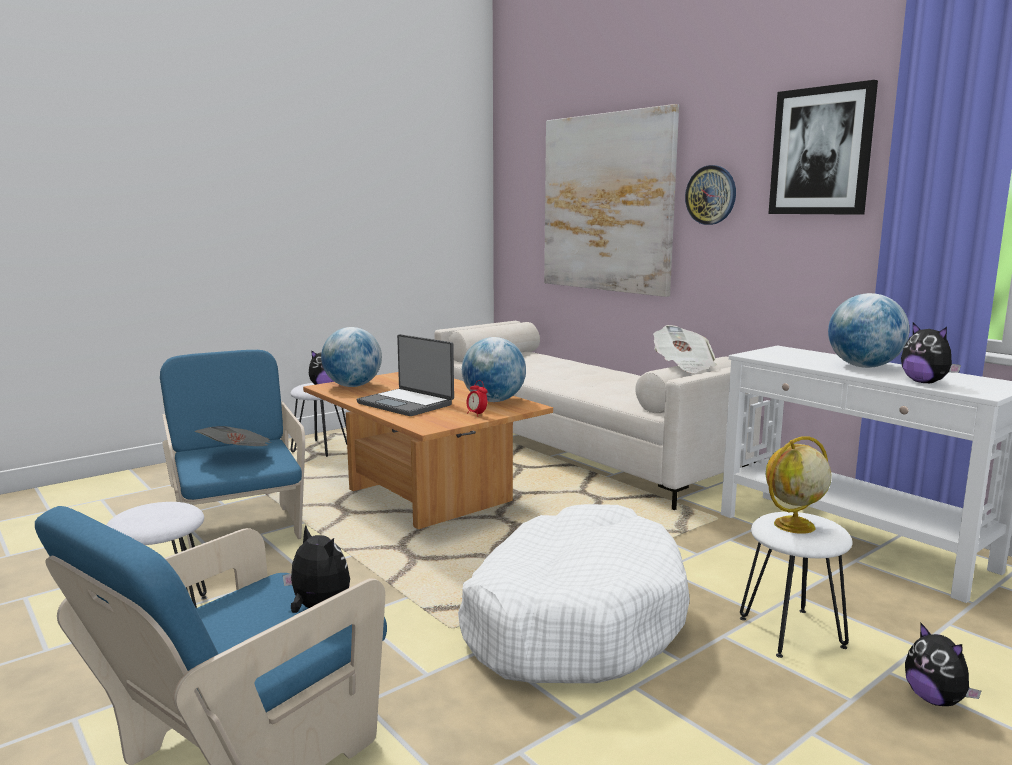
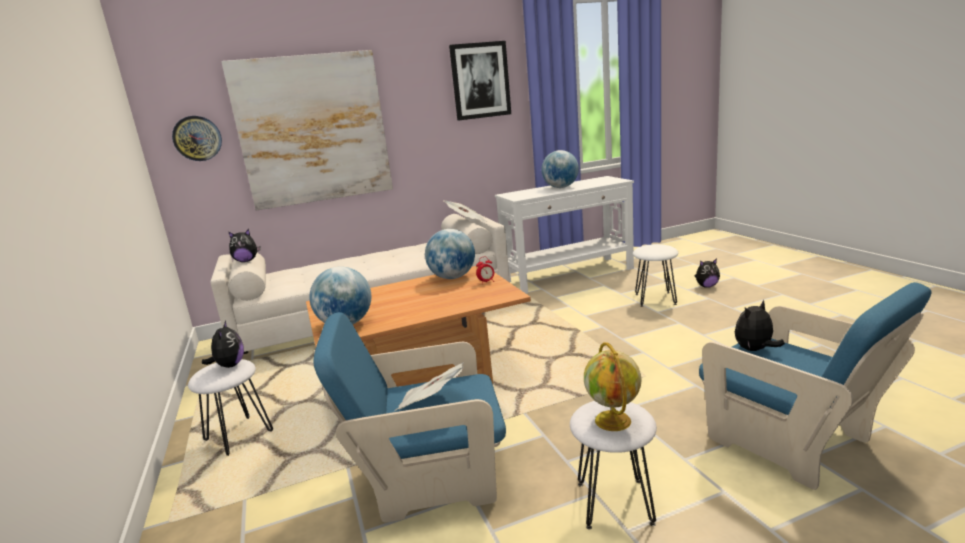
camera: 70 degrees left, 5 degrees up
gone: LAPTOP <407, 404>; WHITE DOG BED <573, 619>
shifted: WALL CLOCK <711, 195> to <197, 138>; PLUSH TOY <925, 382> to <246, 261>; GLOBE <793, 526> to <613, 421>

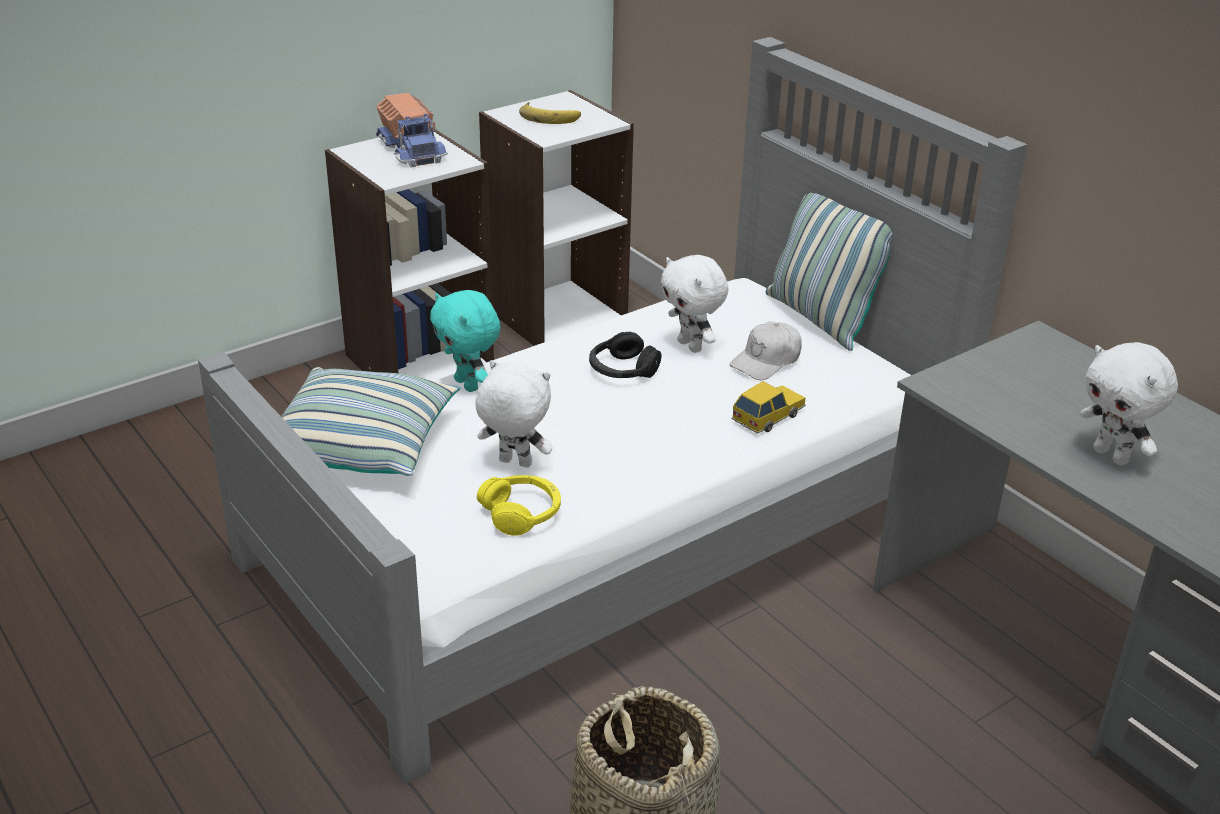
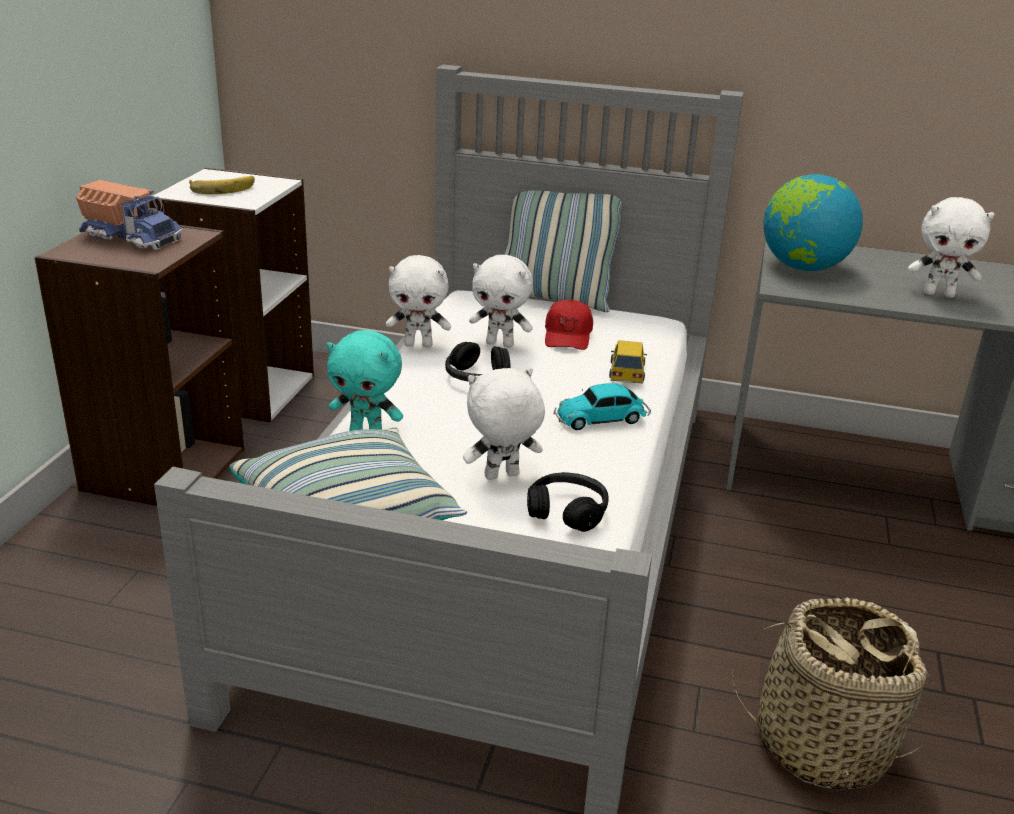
camera: 40 degrees left, 5 degrees down
new: WHITE PLUSH TOY <419, 344>; TOY CAR <603, 418>; GLOBE <803, 267>
repainted: WHITE BOOKCASE <418, 361> to BROWN BOOKCASE <162, 469>; YELLOW HEADPHONES <521, 513> to BLACK HEADPHONES <567, 511>; WHITE CAP <766, 361> to RED CAP <568, 336>

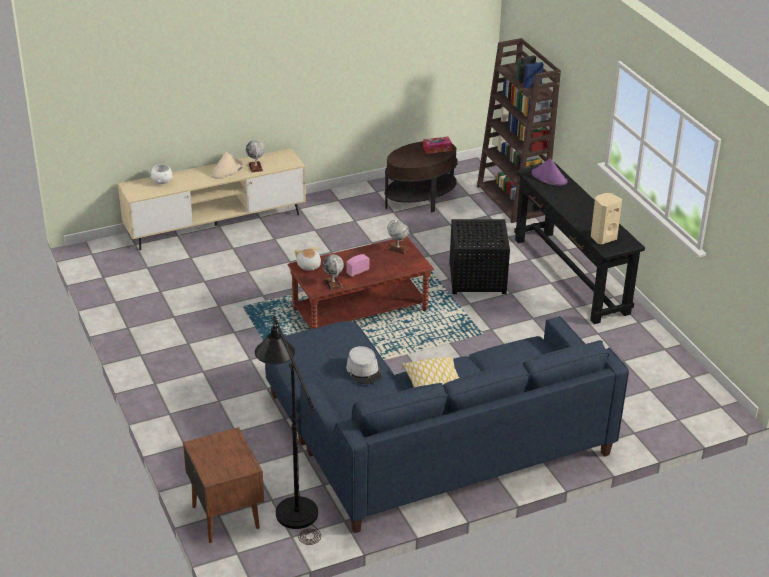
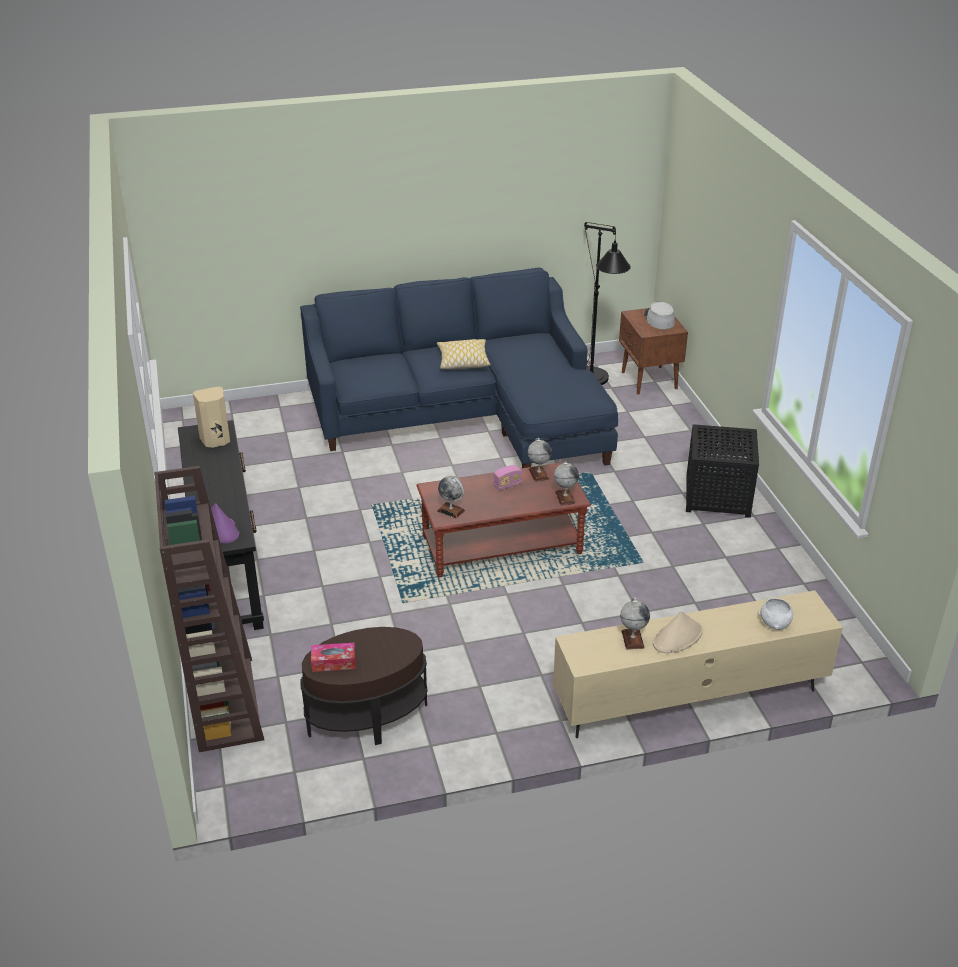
camera: 170 degrees left, 0 degrees up
shifted: GREY HAT <364, 371> to <659, 319>; BLACK SIDE TABLE <478, 278> to <716, 496>
swapped: PLUSH TOY <308, 266> to GLOBE <565, 497>

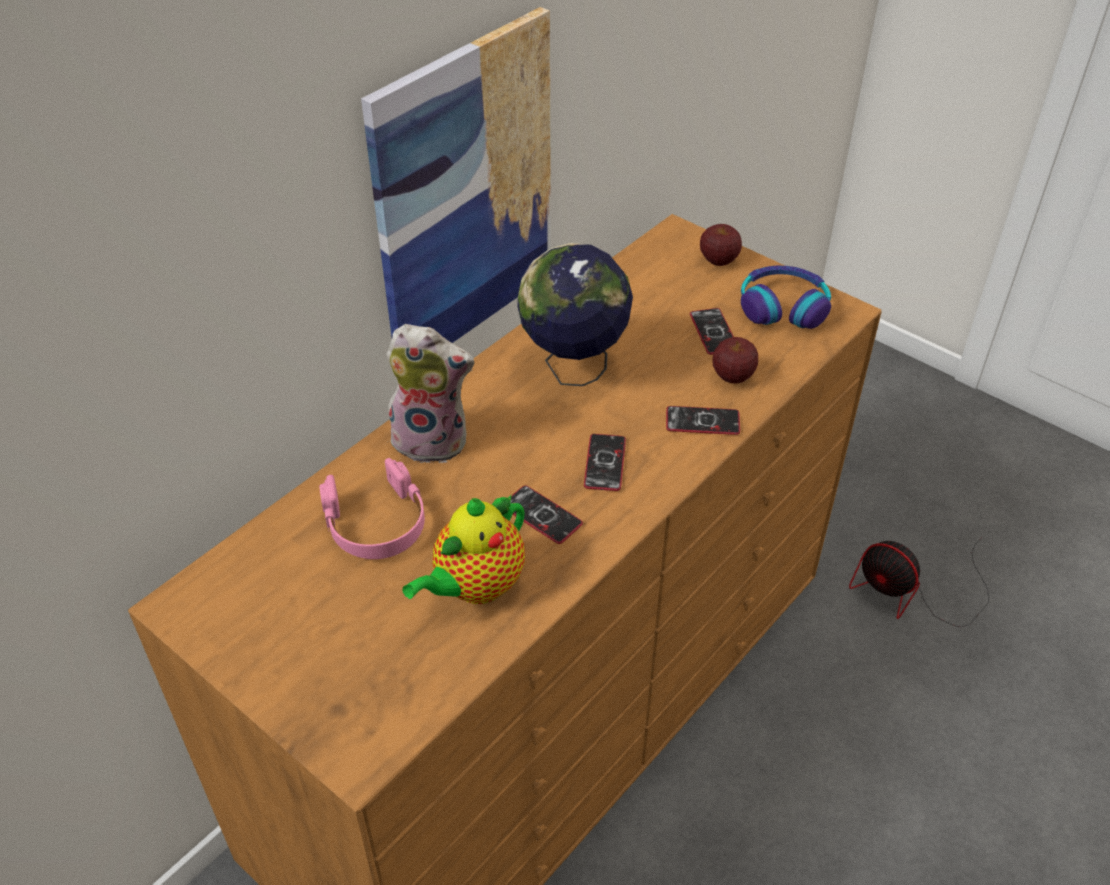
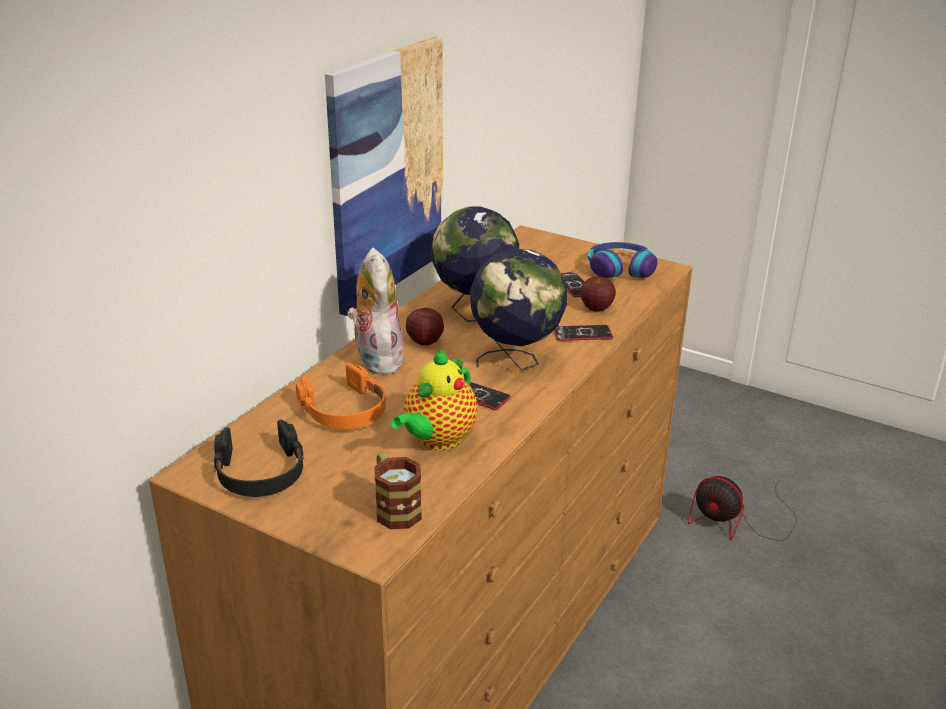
camera: 10 degrees left, 15 degrees down
new: BLACK HEADPHONES <260, 472>; MUG <394, 508>
shifted: APPLE <718, 261> to <425, 342>
swapped: PHONE <605, 463> to GLOBE <516, 362>
repainted: PINK HEADPHONES <376, 523> to ORANGE HEADPHONES <345, 410>
rotated: PLUSH TOY <433, 439> = <376, 359> 105 degrees counterclockwise

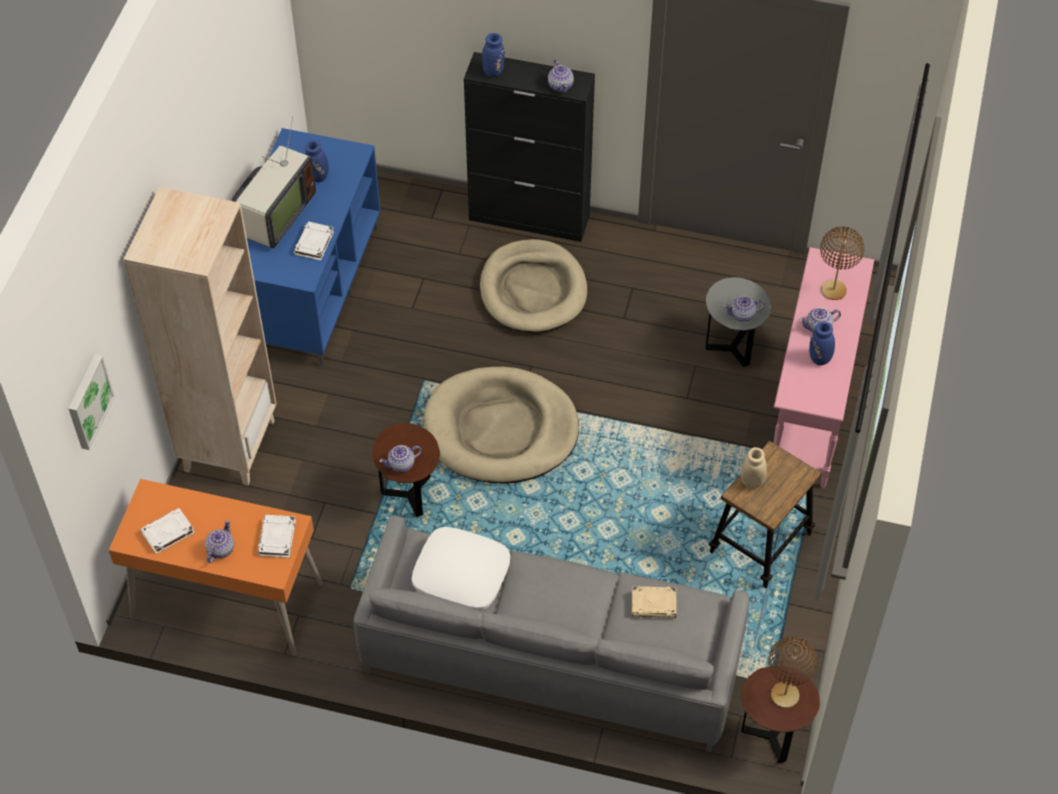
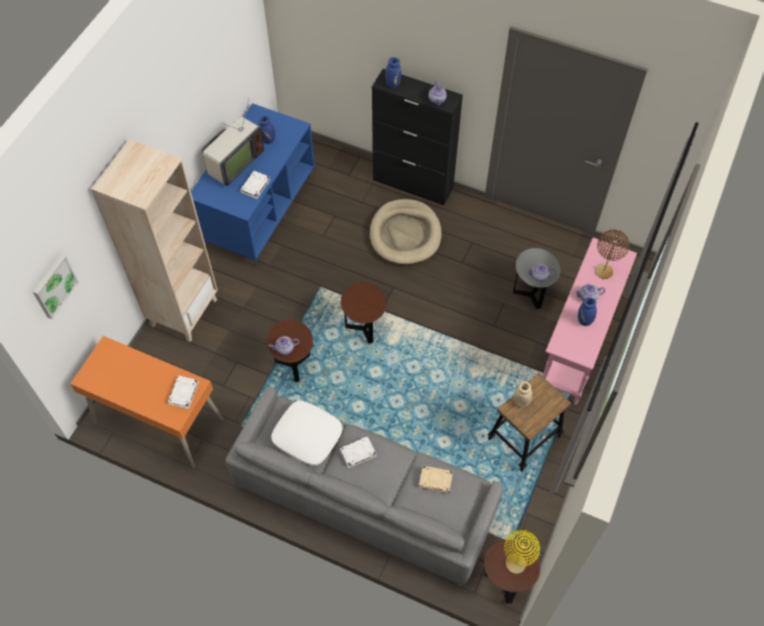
camera: 10 degrees right, 5 degrees up
gone: TEAPOT <220, 549>
shifted: WHITE BOOK <167, 533> to <357, 453>
swapped: BEIGE DOG BED <501, 429> to BROWN SIDE TABLE <364, 329>
repainted: BROWN TABLE LAMP <785, 695> to YELLOW TABLE LAMP <515, 564>

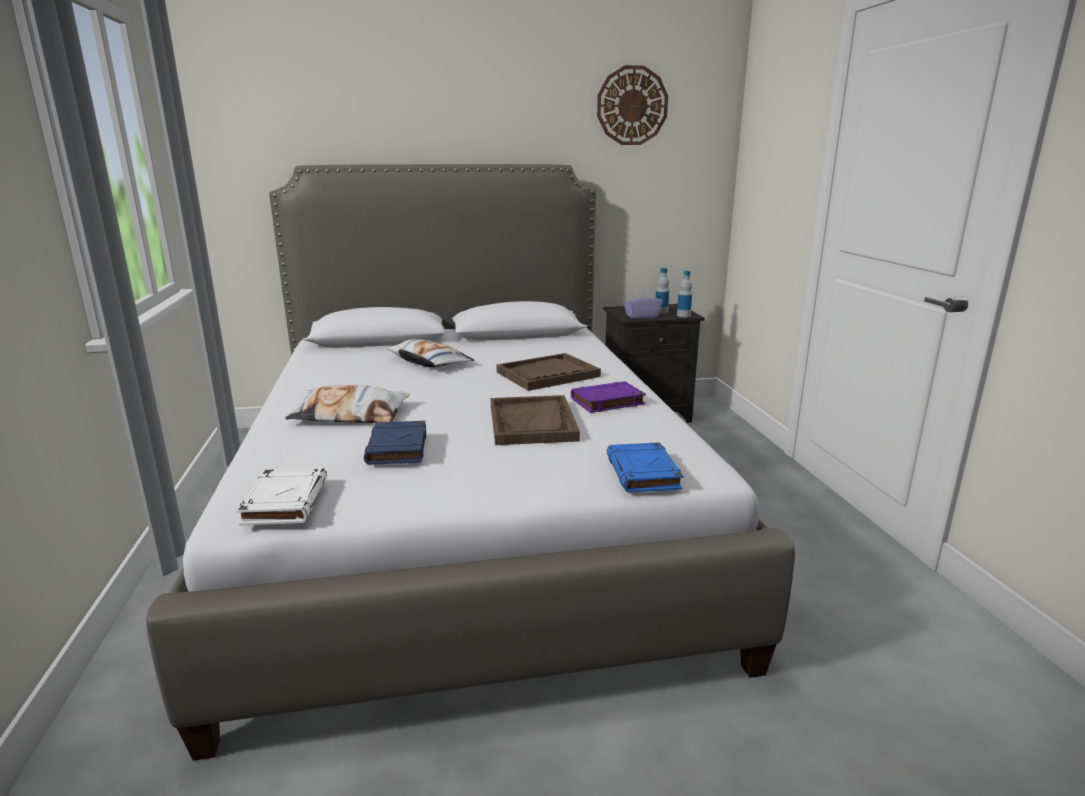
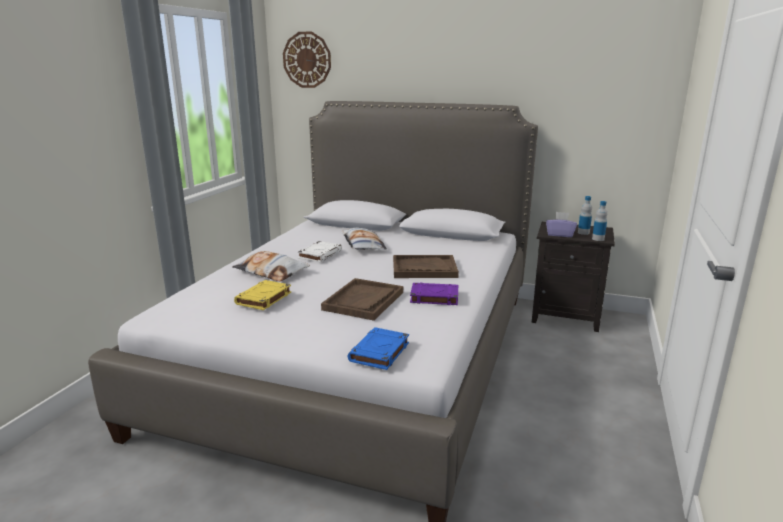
camera: 30 degrees right, 0 degrees up
shifted: WALL CLOCK <632, 106> to <307, 60>; WHITE BOOK <285, 501> to <320, 254>
repainted: BLUE BOOK <397, 448> to YELLOW BOOK <263, 298>

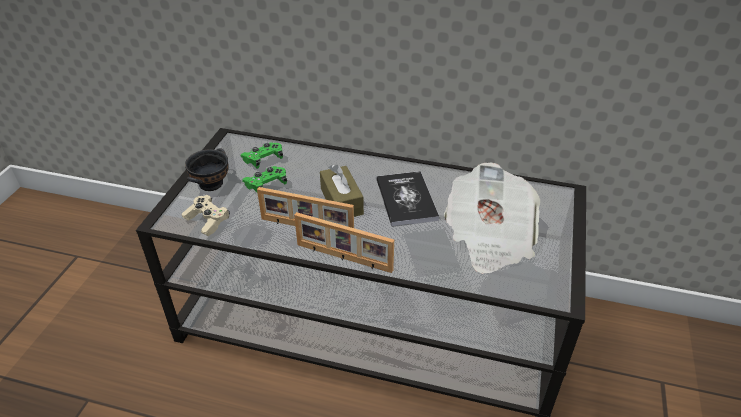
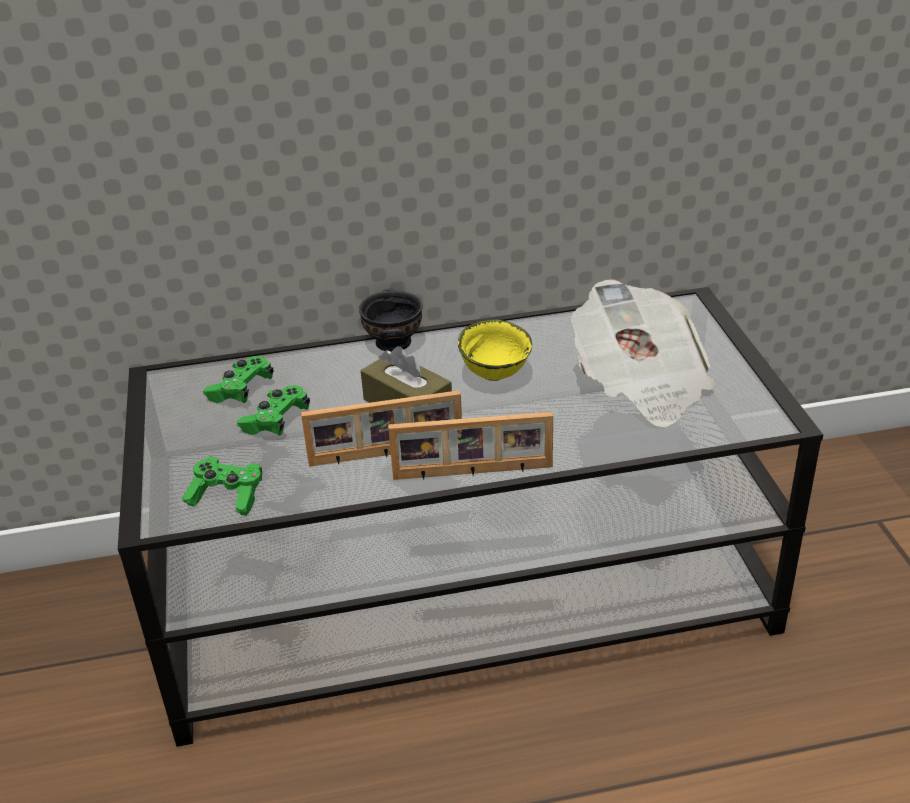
camera: 25 degrees left, 5 degrees down
shifted: BLACK BOWL <210, 184> to <392, 343>
swapped: BOOK <406, 199> to YELLOW BOWL <495, 374>
repainted: BEIGE GAME CONTROLLER <207, 221> to GREEN GAME CONTROLLER <227, 496>

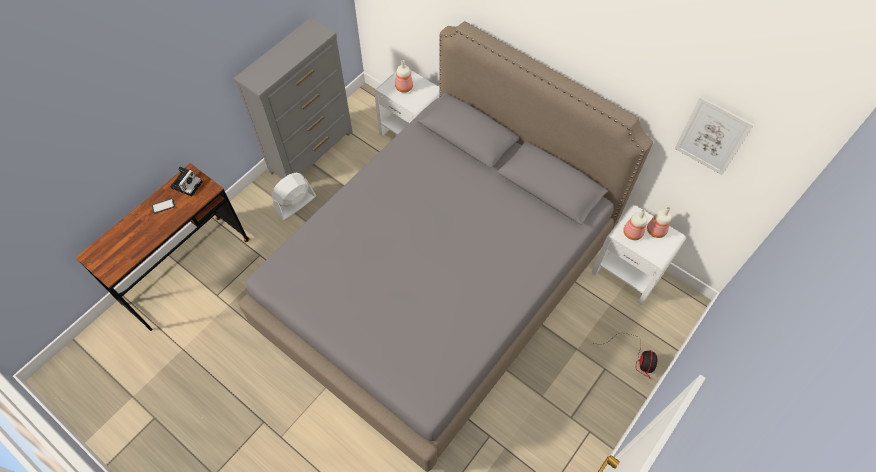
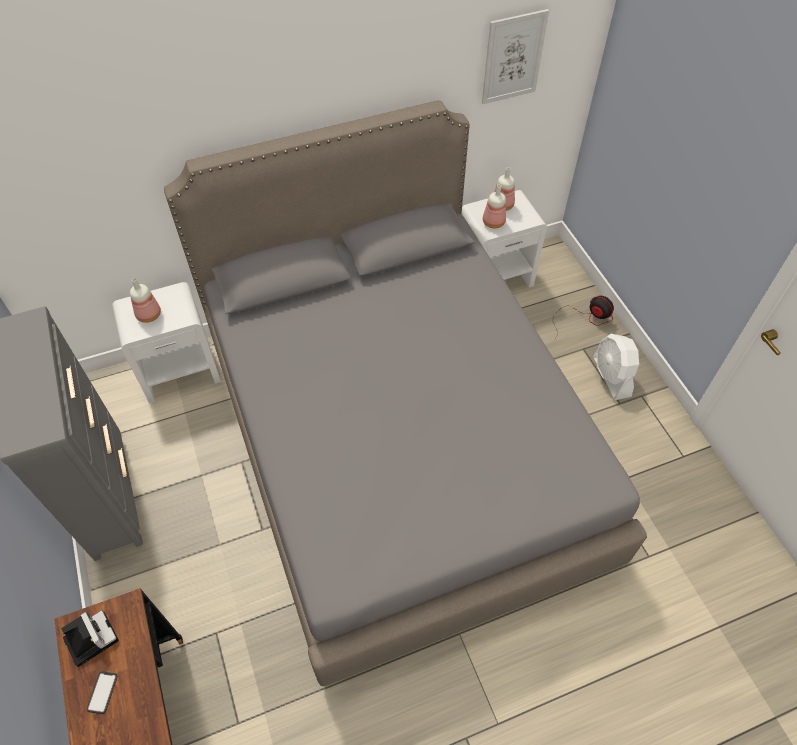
camera: 60 degrees left, 5 degrees down
shifted: WHITE FAN <295, 204> to <611, 377>

